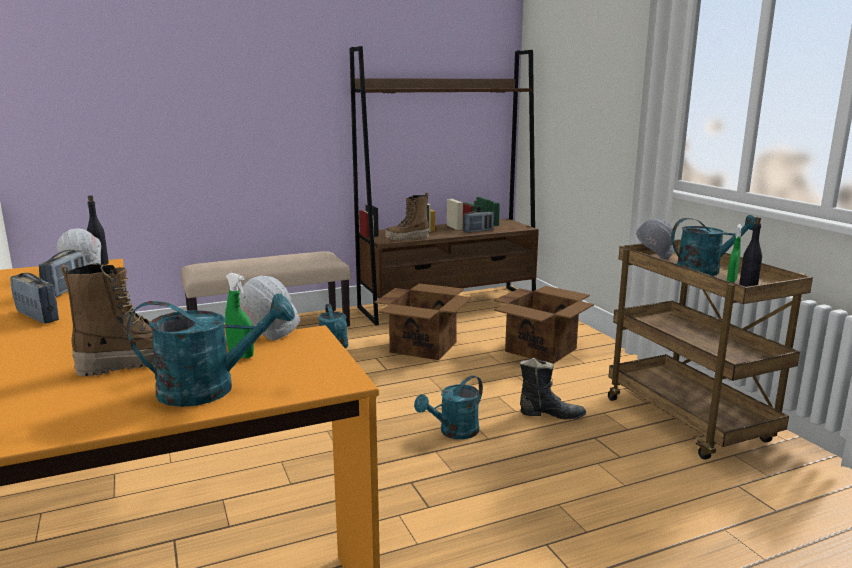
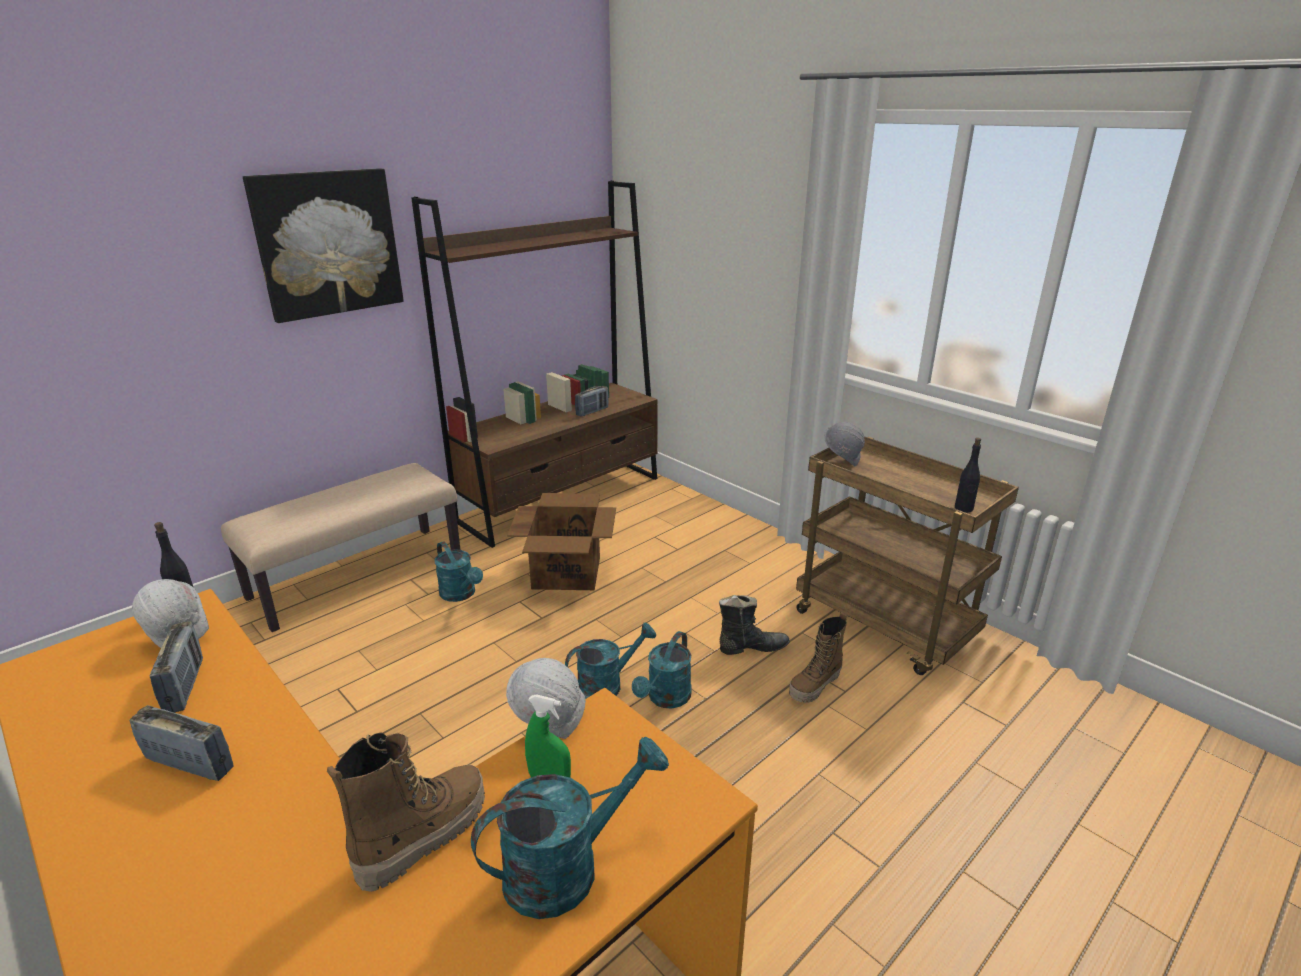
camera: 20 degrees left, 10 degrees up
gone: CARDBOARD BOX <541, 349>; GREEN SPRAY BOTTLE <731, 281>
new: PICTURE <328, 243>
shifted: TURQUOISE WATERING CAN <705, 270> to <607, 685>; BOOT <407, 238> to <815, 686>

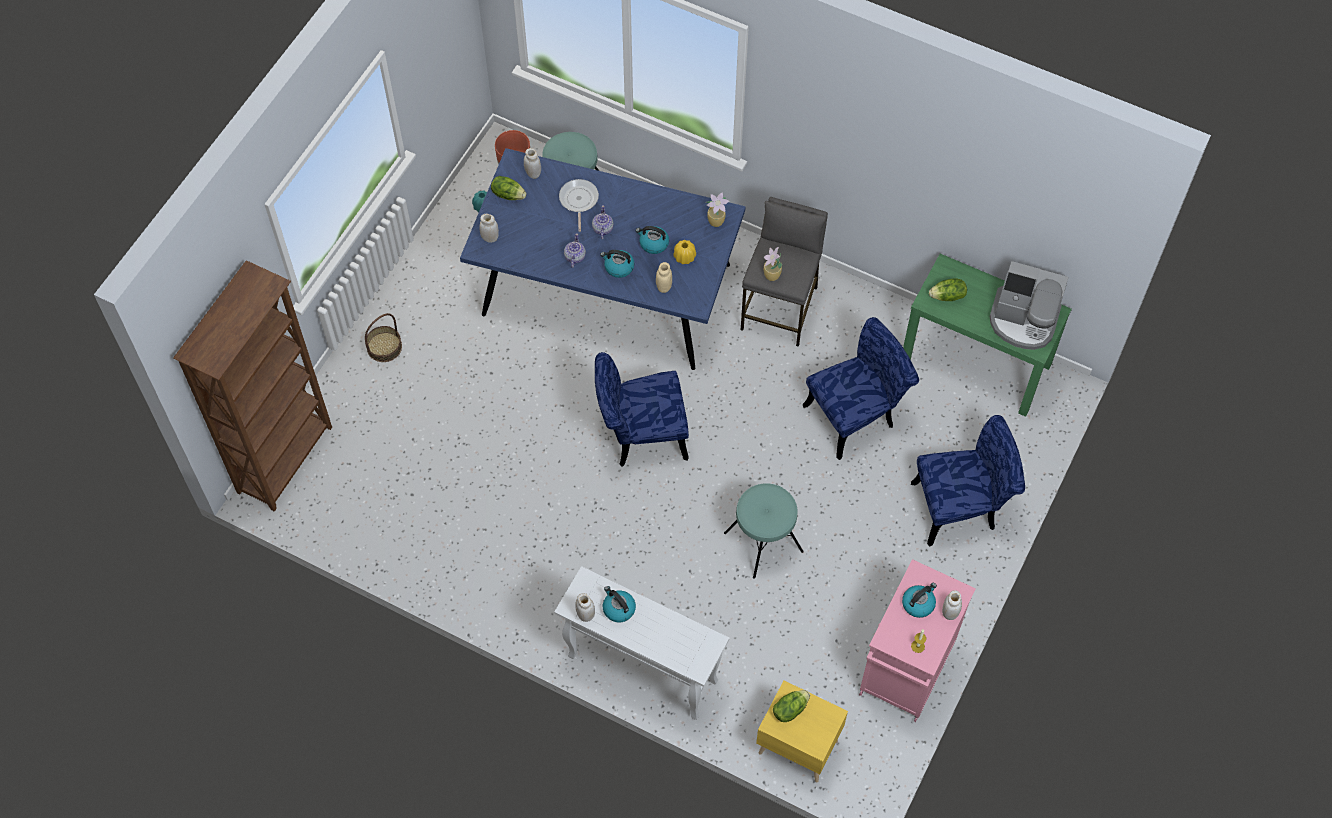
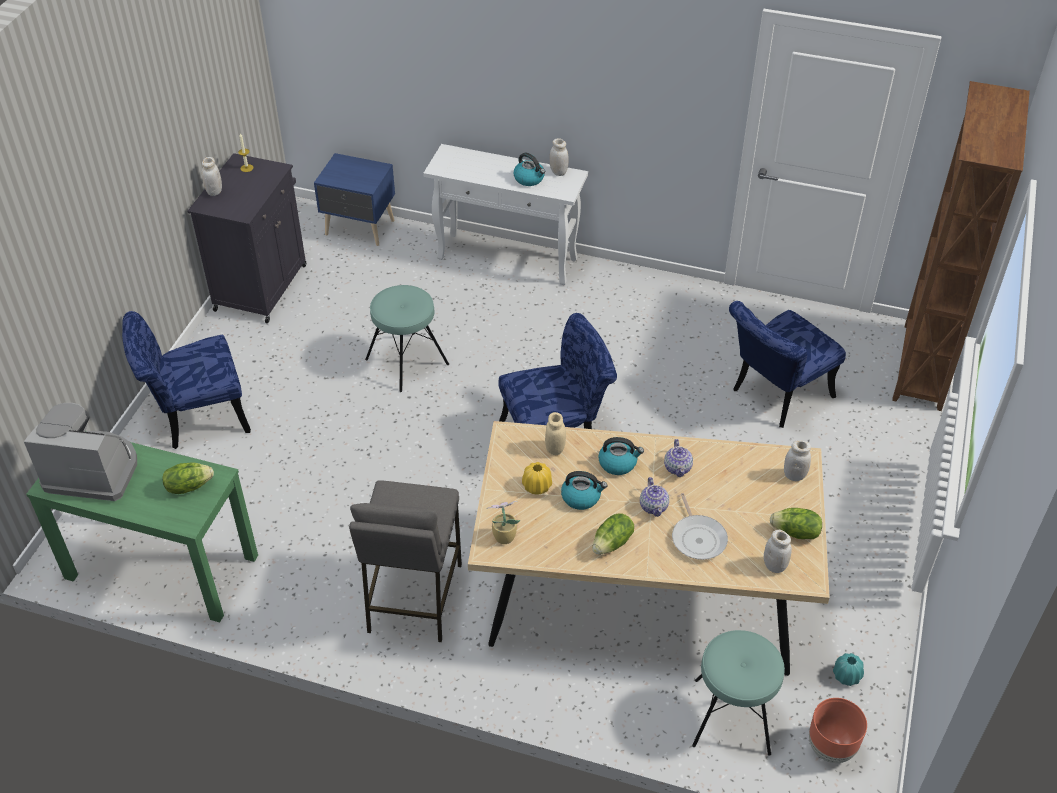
camera: 170 degrees right, 15 degrees down
gone: BASKET <384, 347>; POTTED PLANT <771, 276>; KETTLE <918, 603>
shifted: LETTUCE <790, 709> to <612, 543>; BLUE CHAIR <856, 414> to <775, 396>
repainted: PINK CABINET <906, 669> to BLACK CABINET <262, 286>; YELLOW NIGHTSTAND <797, 745> to BLUE NIGHTSTAND <360, 229>; BLUE DINING TABLE <605, 290> to BEIGE DINING TABLE <643, 588>

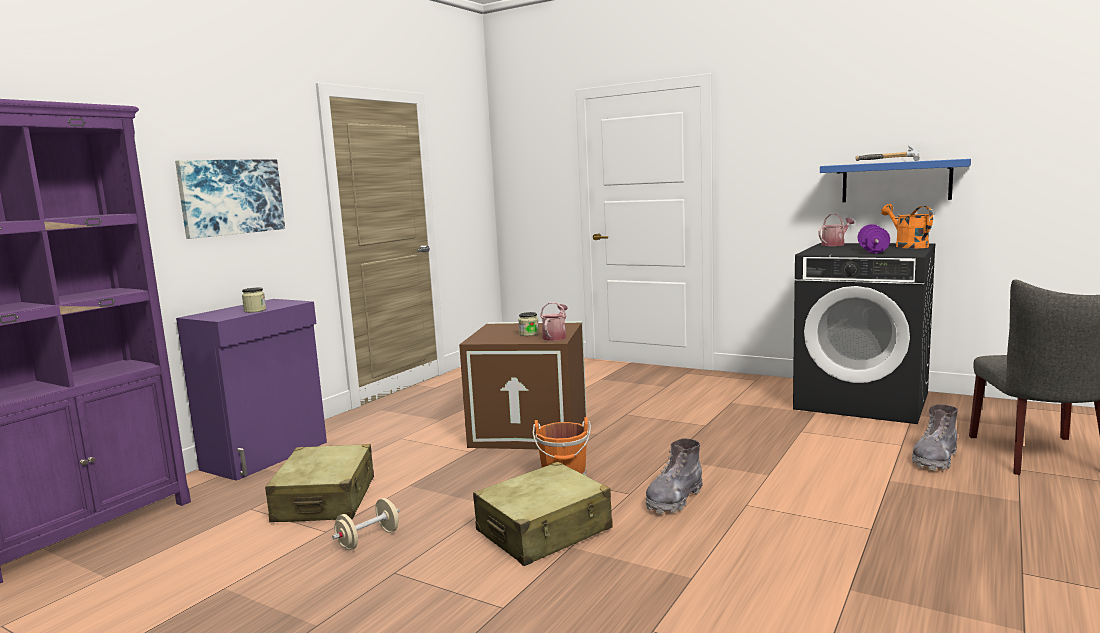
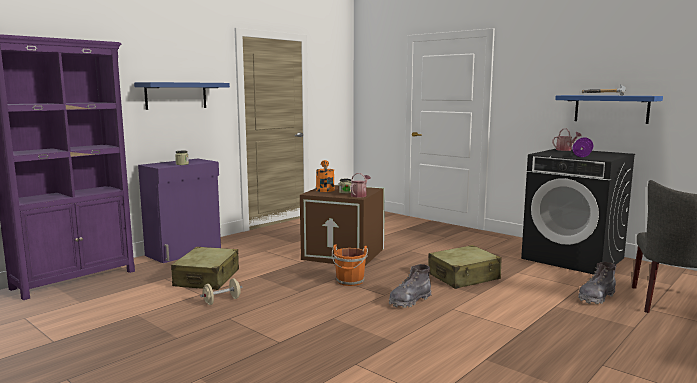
camera: 10 degrees right, 0 degrees up
shifted: ORANGE WATERING CAN <907, 246> to <324, 189>; BEIGE SUITCASE <544, 531> to <464, 277>
swapped: PICTURE <231, 197> to BLUE SHELF <176, 95>

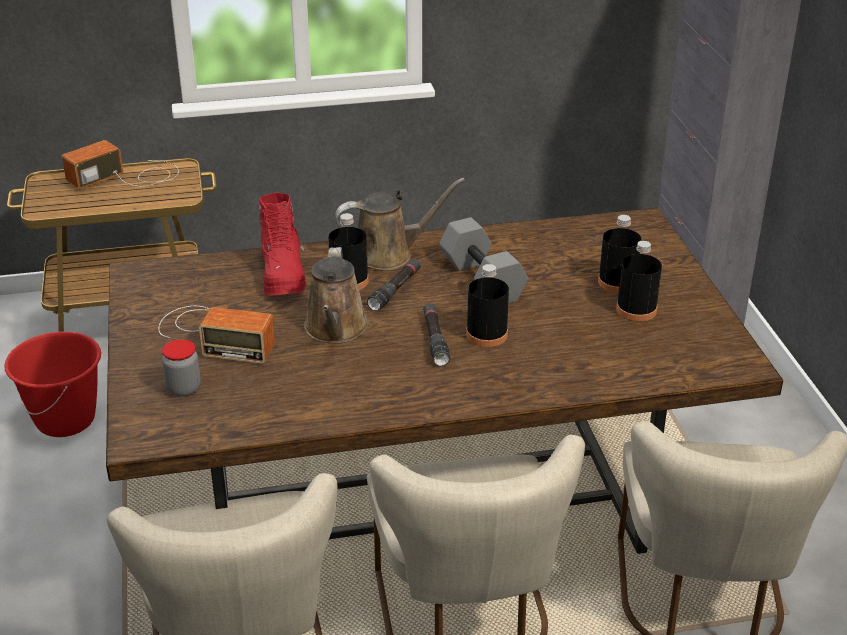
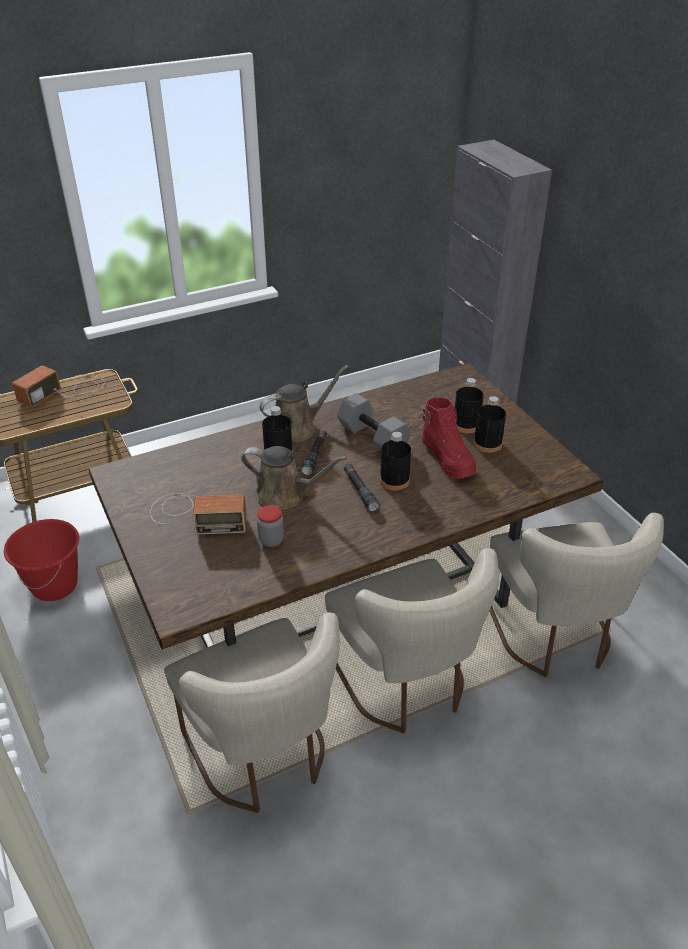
camera: 15 degrees left, 5 degrees up
shifted: JAR <184, 388> to <271, 540>; RED BOOT <283, 275> to <448, 459>
rotated: BROWN WATERING CAN <336, 329> = <285, 495> 60 degrees counterclockwise

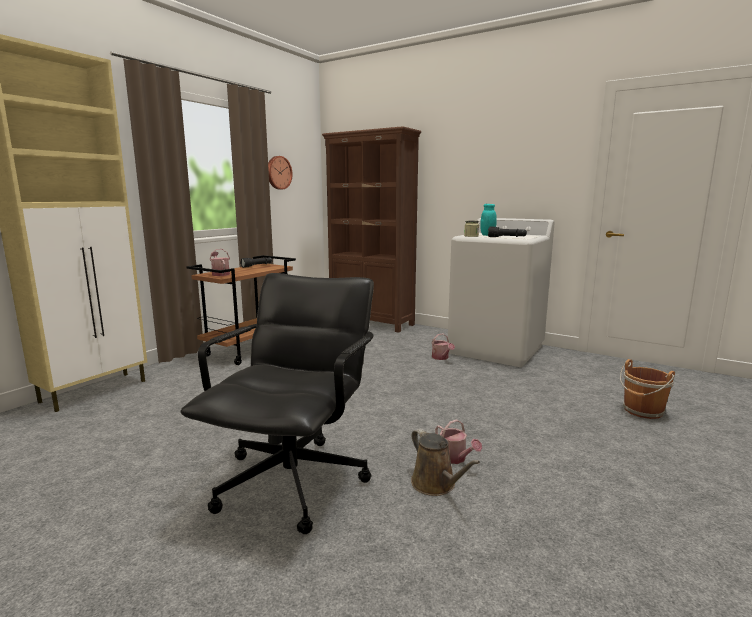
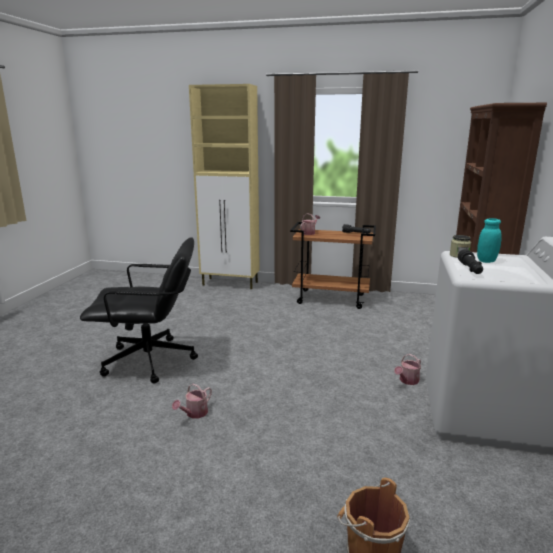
camera: 70 degrees right, 5 degrees up
gone: WALL CLOCK <278, 172>; BROWN WATERING CAN <436, 485>

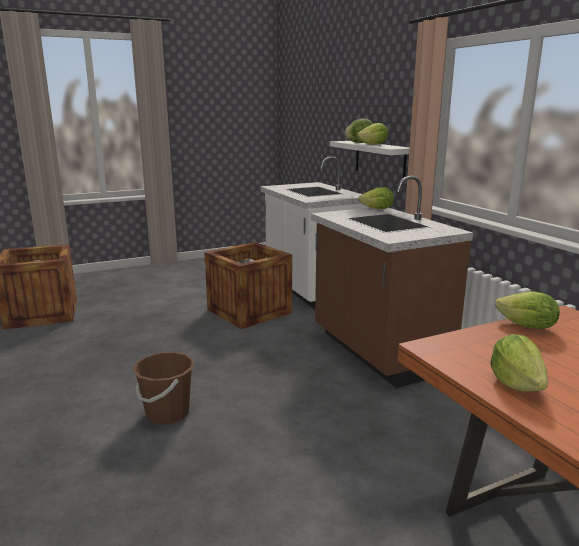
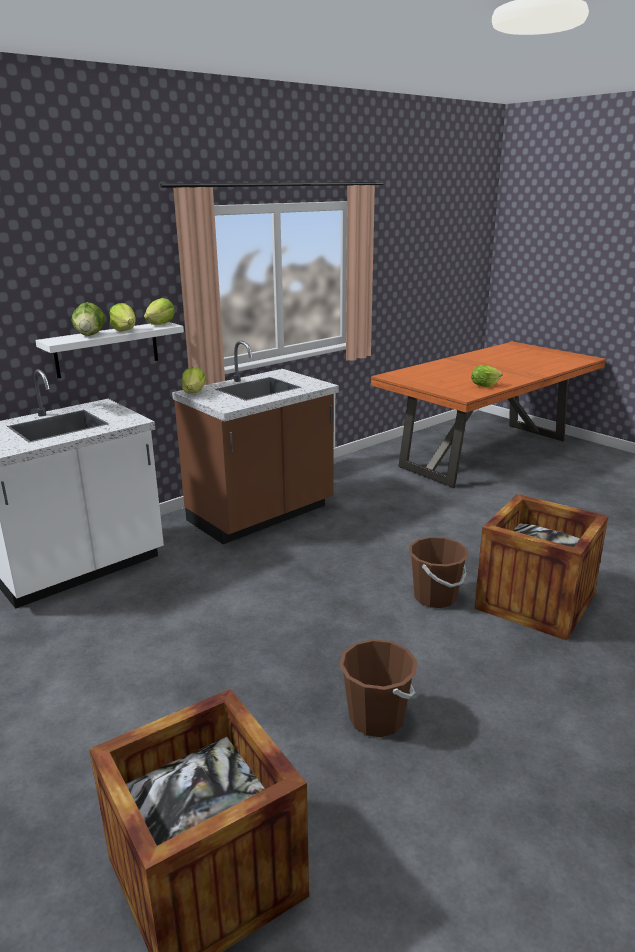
camera: 105 degrees left, 5 degrees up
new: BROWN BUCKET <376, 718>
shifted: LETTUCE <527, 327> to <161, 324>; CRATE <249, 311> to <535, 602>

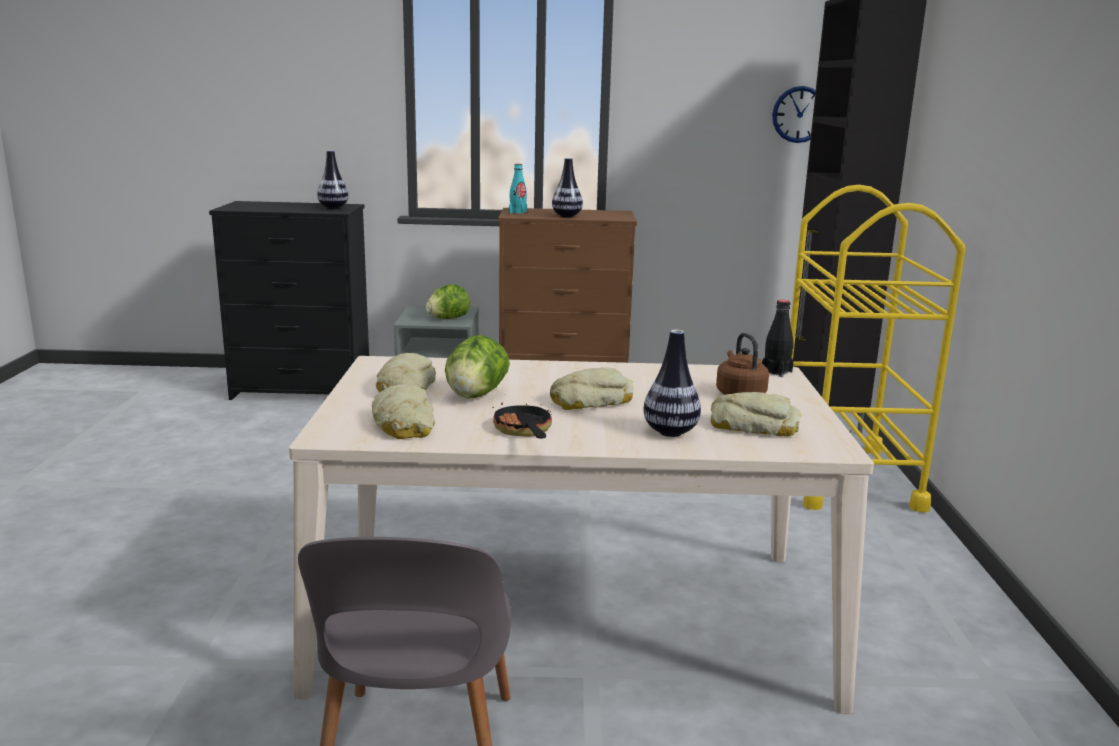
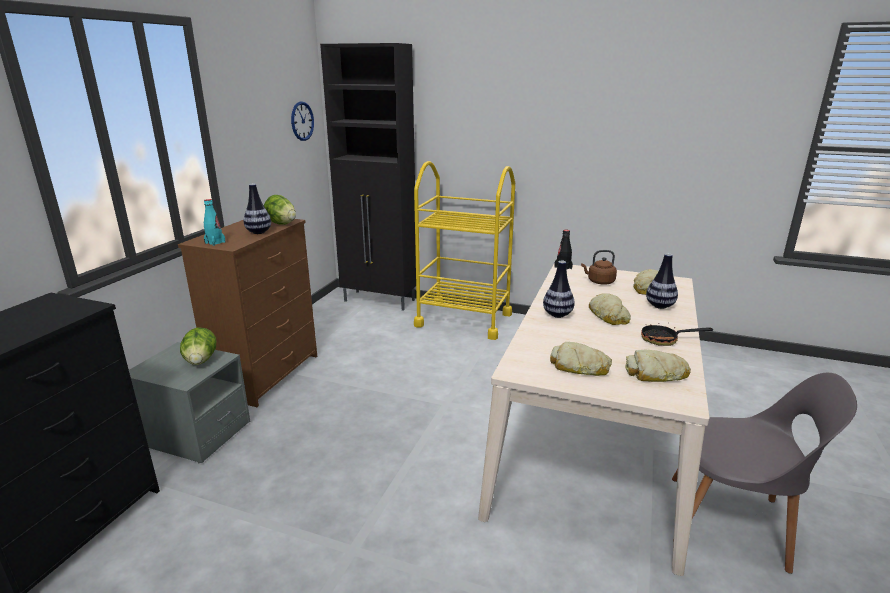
camera: 70 degrees left, 5 degrees up
shifted: LETTUCE <476, 395> to <281, 224>; VASE <333, 208> to <557, 315>

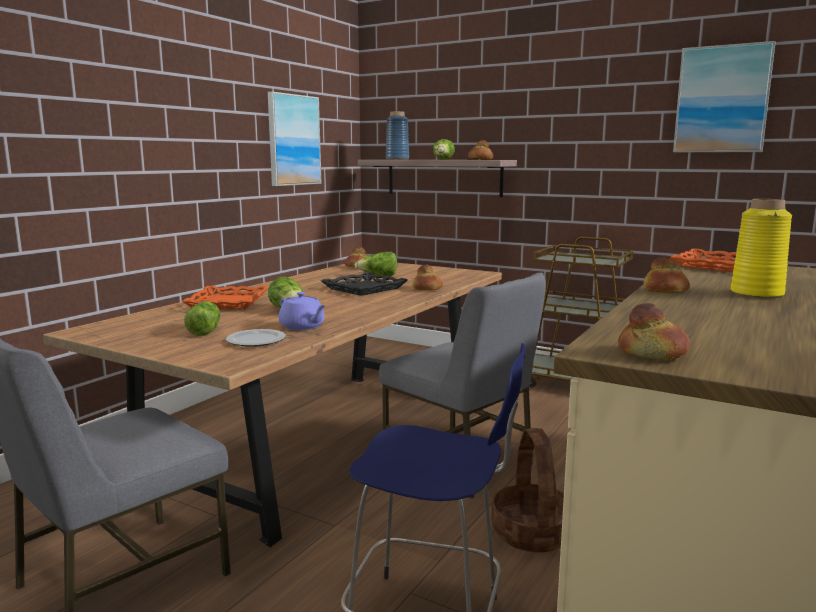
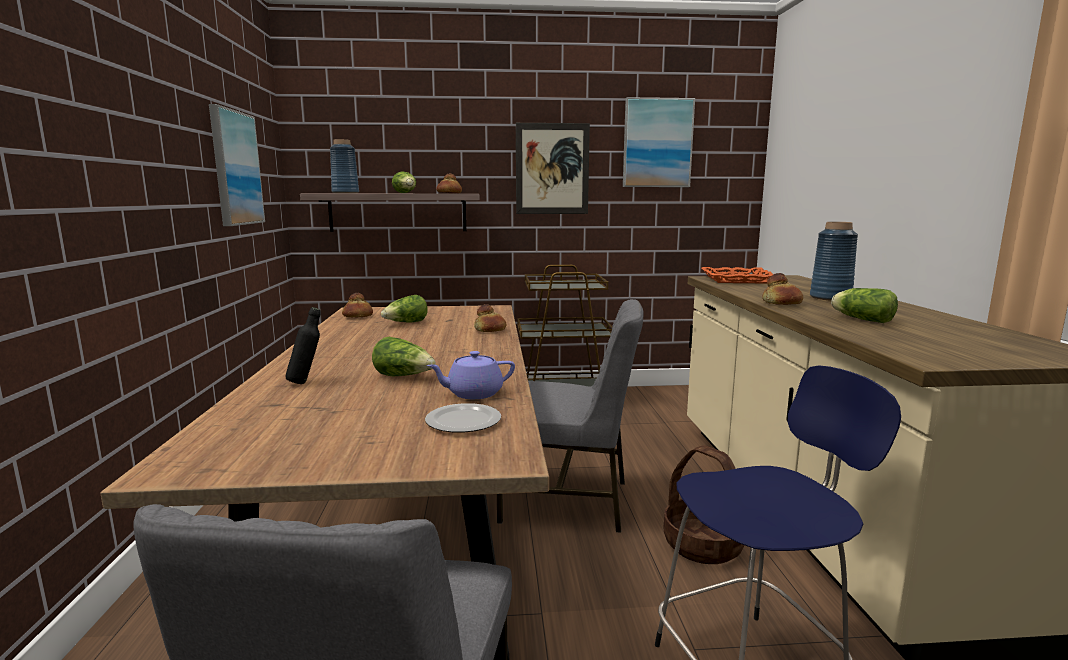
camera: 35 degrees left, 0 degrees up
gone: BLACK TRAY <364, 288>; BREAD <652, 354>
new: PICTURE <552, 169>
shifted: LETTUCE <205, 330> to <861, 319>
swapped: ORANGE TRAY <228, 303> to BLACK BOTTLE <306, 382>
repainted: YELLOW VASE <757, 293> to BLUE VASE <830, 297>
rotated: PURPLE TEAPOT <303, 327> = <473, 393> 150 degrees clockwise

